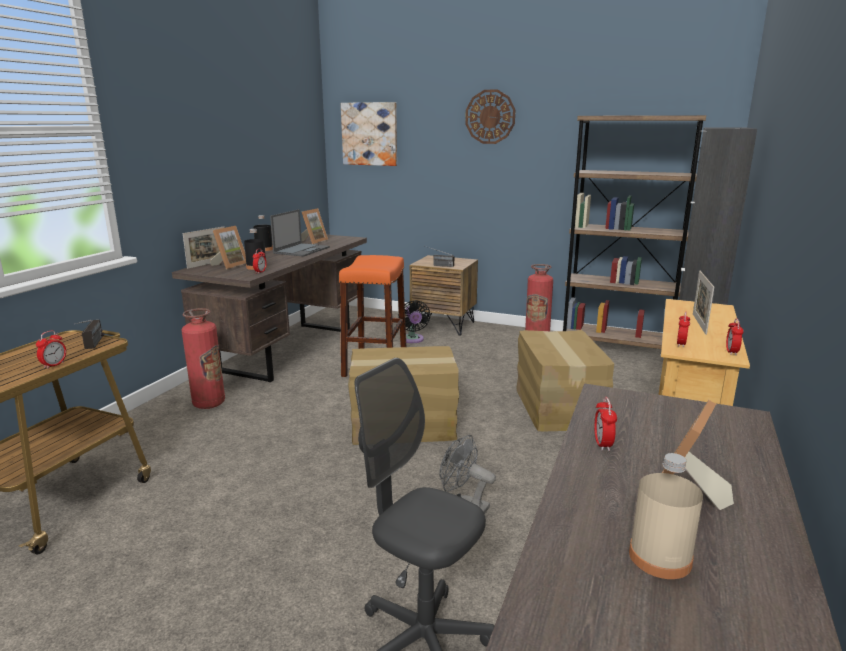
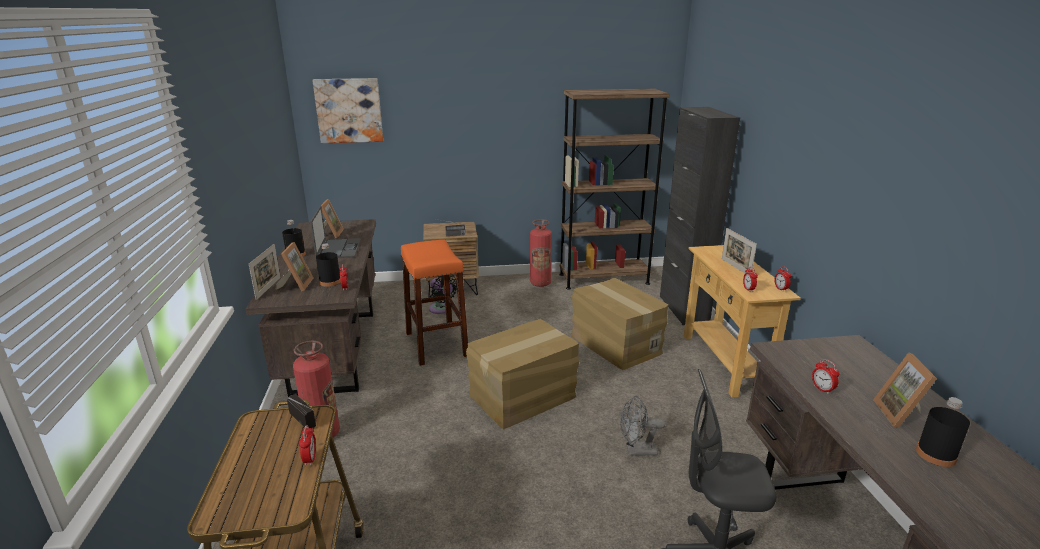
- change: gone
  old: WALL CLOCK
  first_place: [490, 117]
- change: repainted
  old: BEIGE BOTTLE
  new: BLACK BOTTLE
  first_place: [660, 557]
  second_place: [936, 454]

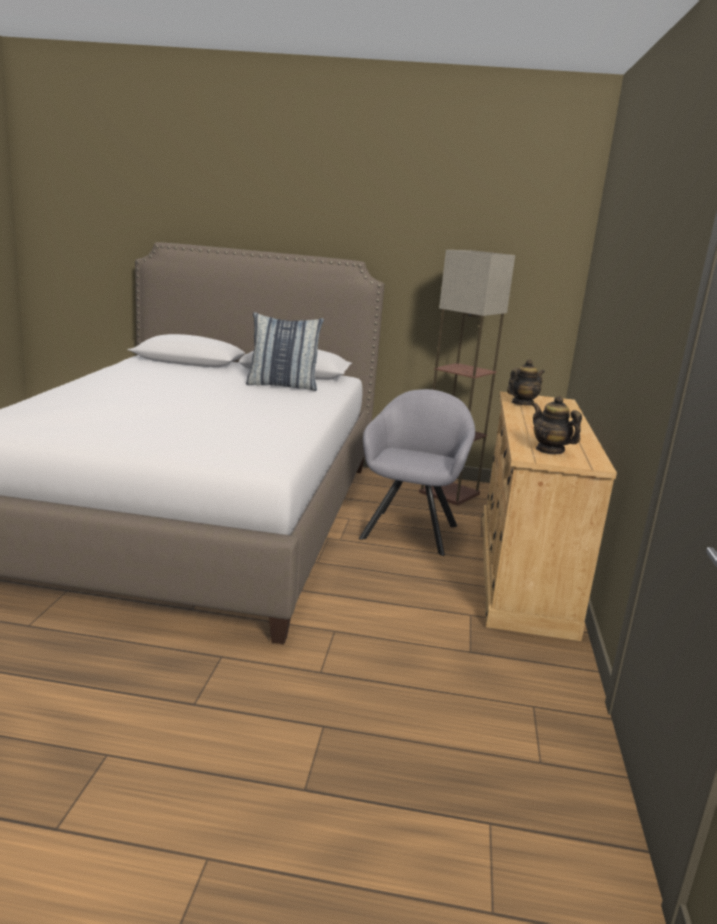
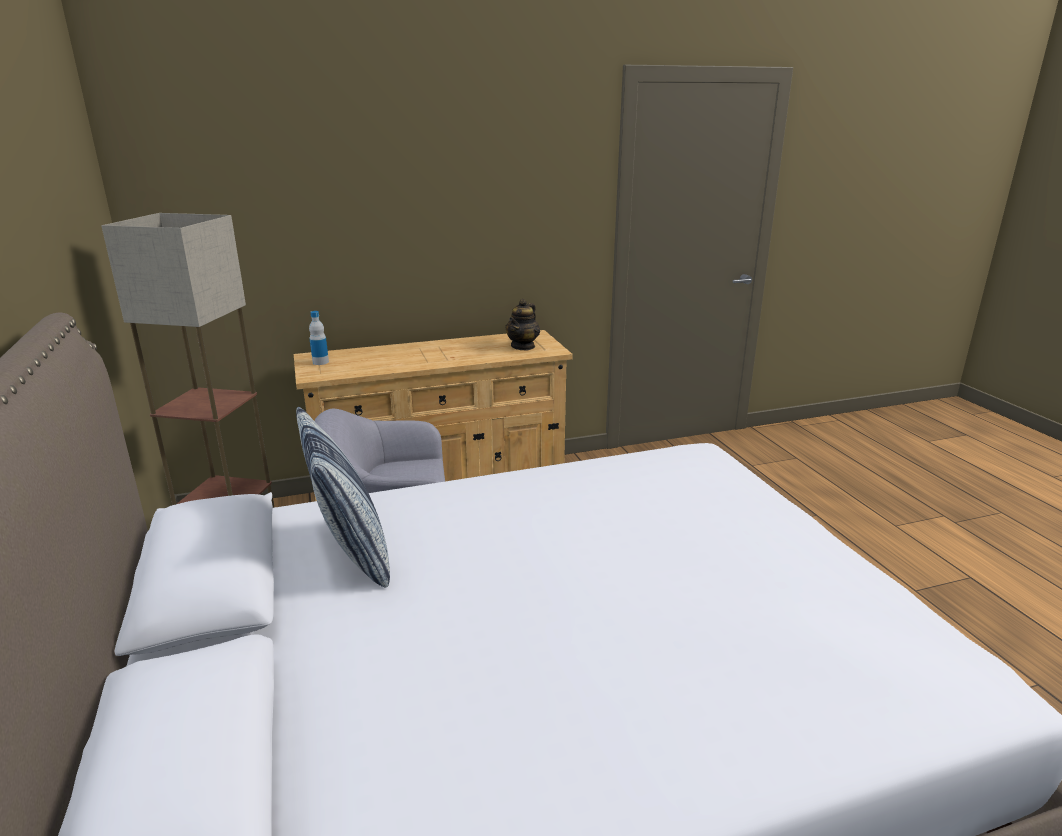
- change: gone
  old: TEAPOT
  first_place: [522, 403]
- change: new
  new: BOTTLE
  second_place: [320, 362]

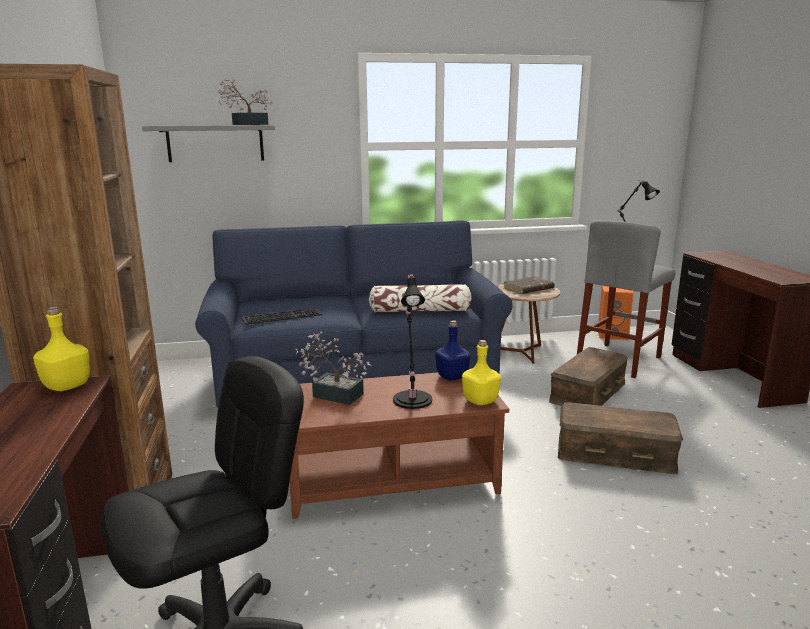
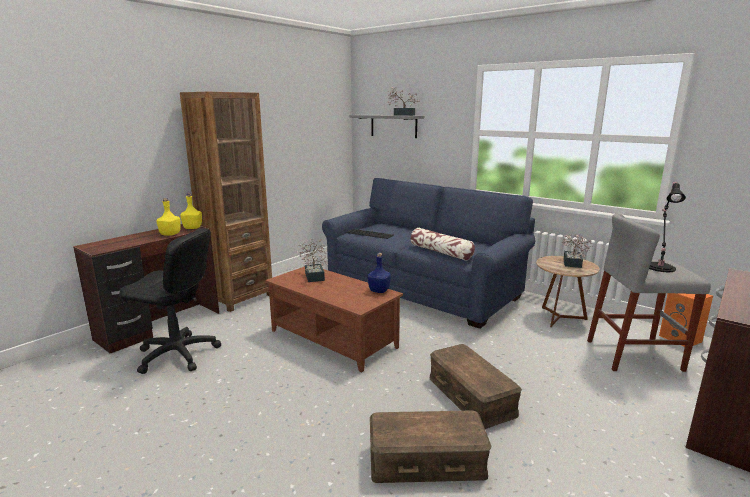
- change: gone
  old: BLACK TABLE LAMP
  first_place: [412, 398]
- change: shifted
  old: YELLOW BOTTLE
  first_place: [480, 401]
  second_place: [170, 234]
- change: swapped
  old: BROWN BOOK
  new: POTTED PLANT
  first_place: [528, 288]
  second_place: [572, 264]
- change: shifted
  old: BROWN STORAGE BOX
  first_place: [589, 392]
  second_place: [426, 461]

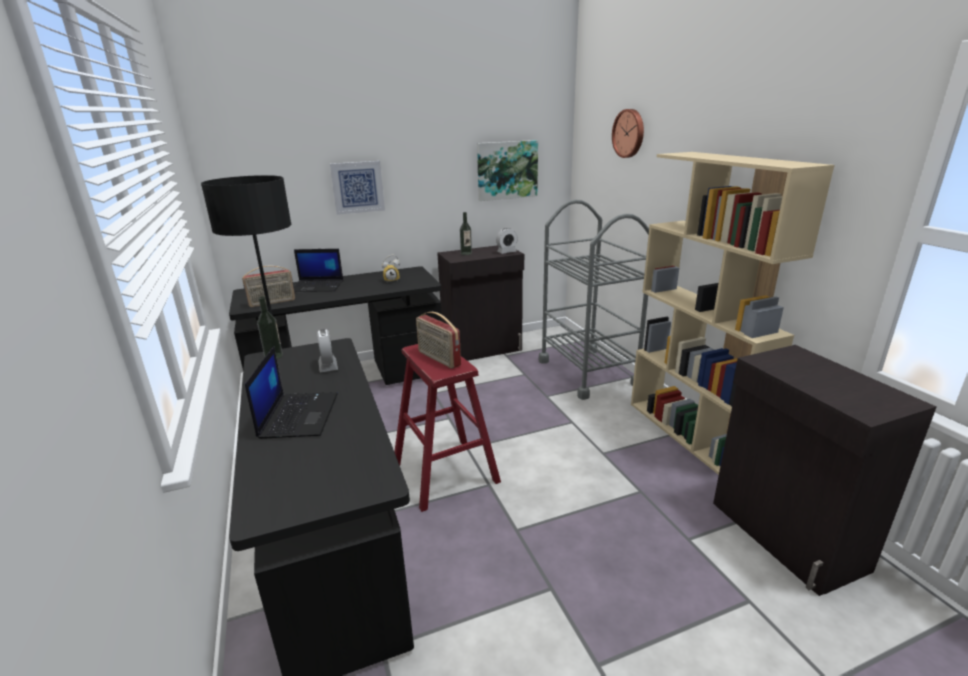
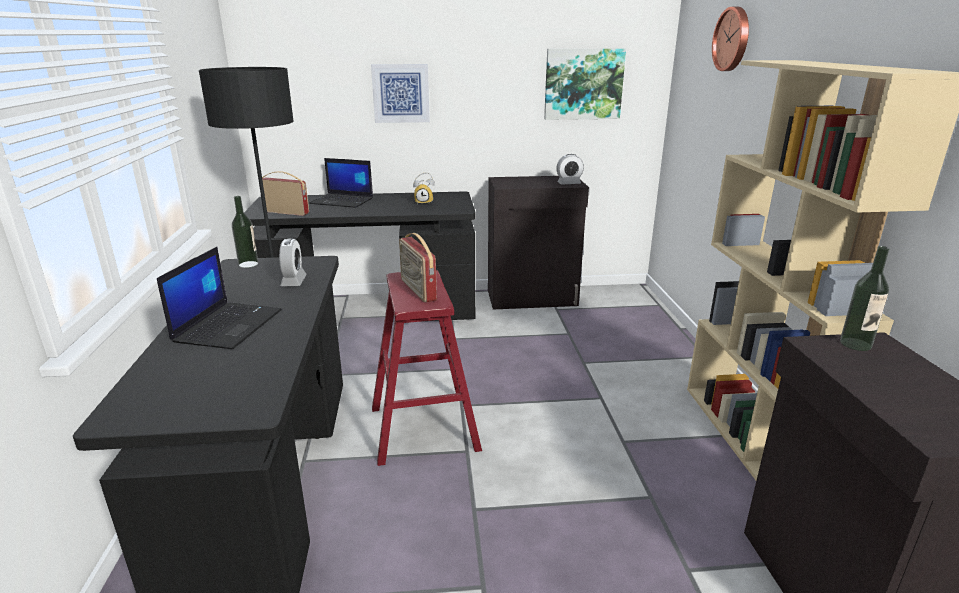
- change: rotated
  old: RADIO
  first_place: [272, 302]
  second_place: [286, 212]
  degrees: -150
- change: shifted
  old: BOTTLE
  first_place: [466, 253]
  second_place: [855, 344]
- change: gone
  old: GREY CART
  first_place: [588, 372]

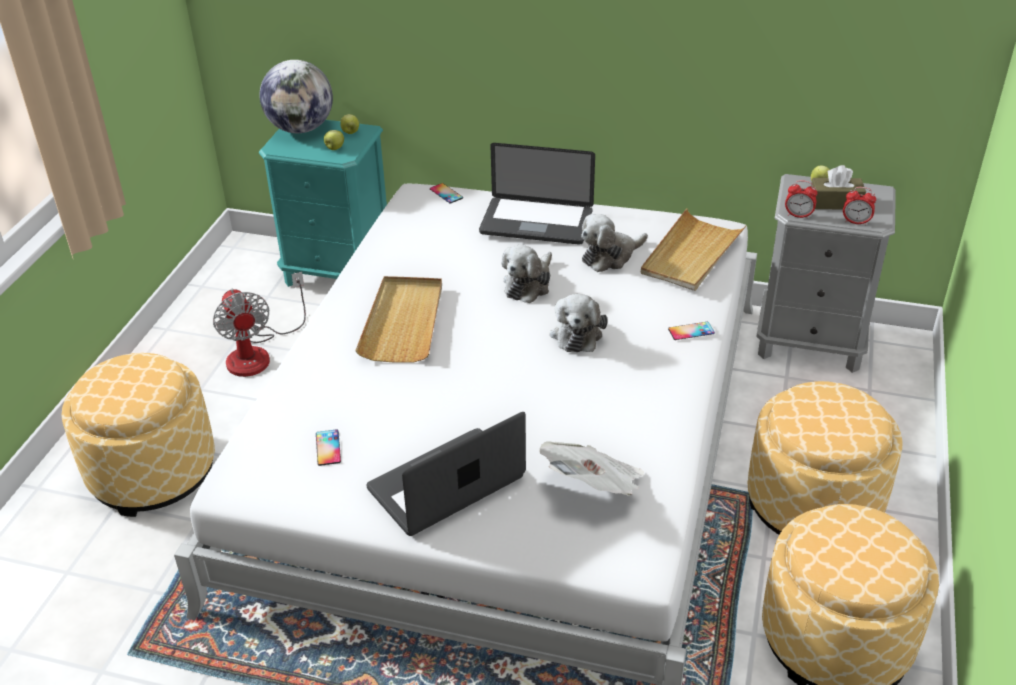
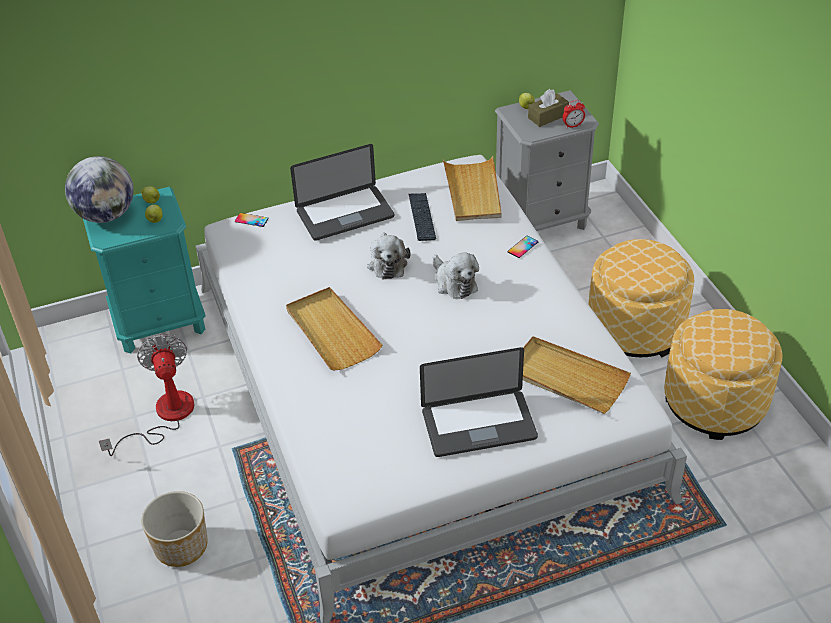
- change: swapped
  old: OTTOMAN
  new: PLANTER
  first_place: [153, 471]
  second_place: [181, 546]
- change: rotated
  old: FAN
  first_place: [258, 352]
  second_place: [164, 416]
  degrees: -135
- change: gone
  old: PHONE
  first_place: [328, 448]
- change: rotated
  old: LAPTOP
  first_place: [446, 484]
  second_place: [479, 425]
  degrees: -120
- change: swapped
  old: NEWSPAPER
  new: BEIGE TRAY
  first_place: [594, 487]
  second_place: [566, 378]
- change: swapped
  old: PLUSH TOY
  new: KEYBOARD
  first_place: [610, 256]
  second_place: [421, 217]
- change: gone
  old: ALARM CLOCK
  first_place: [798, 215]

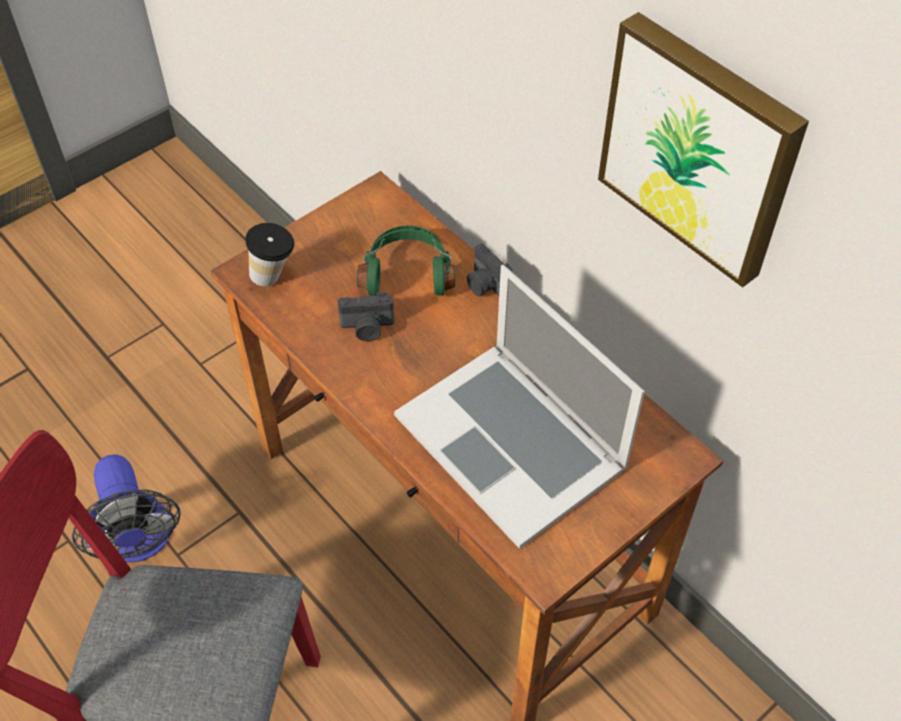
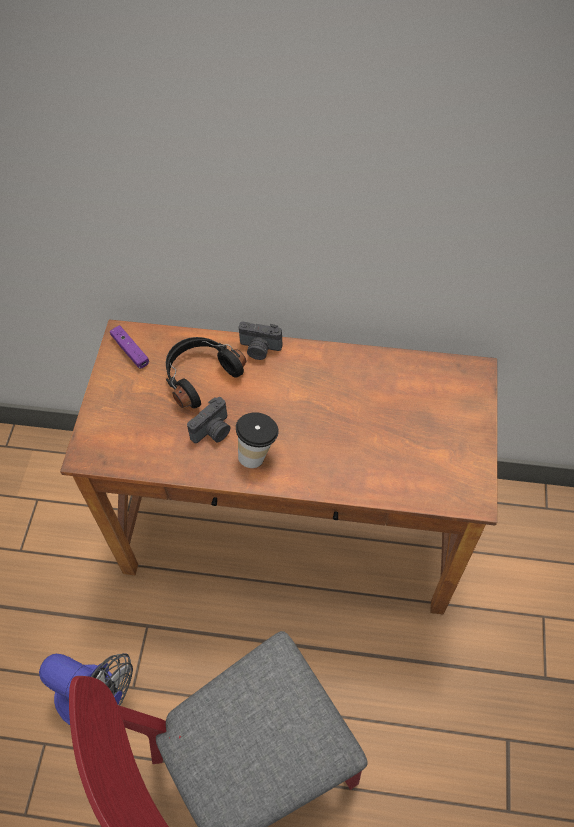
- change: shifted
  old: CUP
  first_place: [274, 277]
  second_place: [258, 454]
- change: repainted
  old: GREEN HEADPHONES
  new: BLACK HEADPHONES
  first_place: [407, 272]
  second_place: [200, 375]
- change: gone
  old: LAPTOP
  first_place: [511, 441]
- change: gone
  old: PICTURE
  first_place: [700, 147]
- change: new
  new: PURPLE GAME CONTROLLER
  second_place: [130, 350]

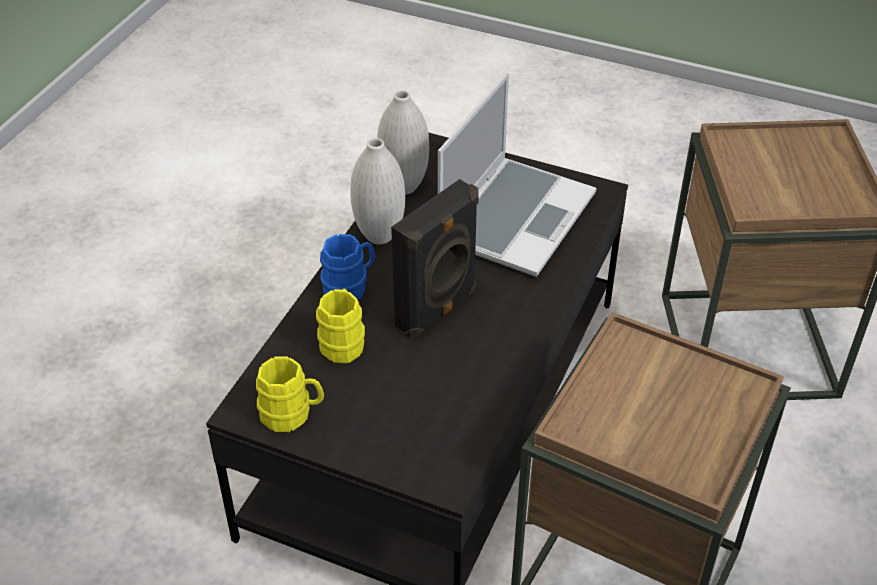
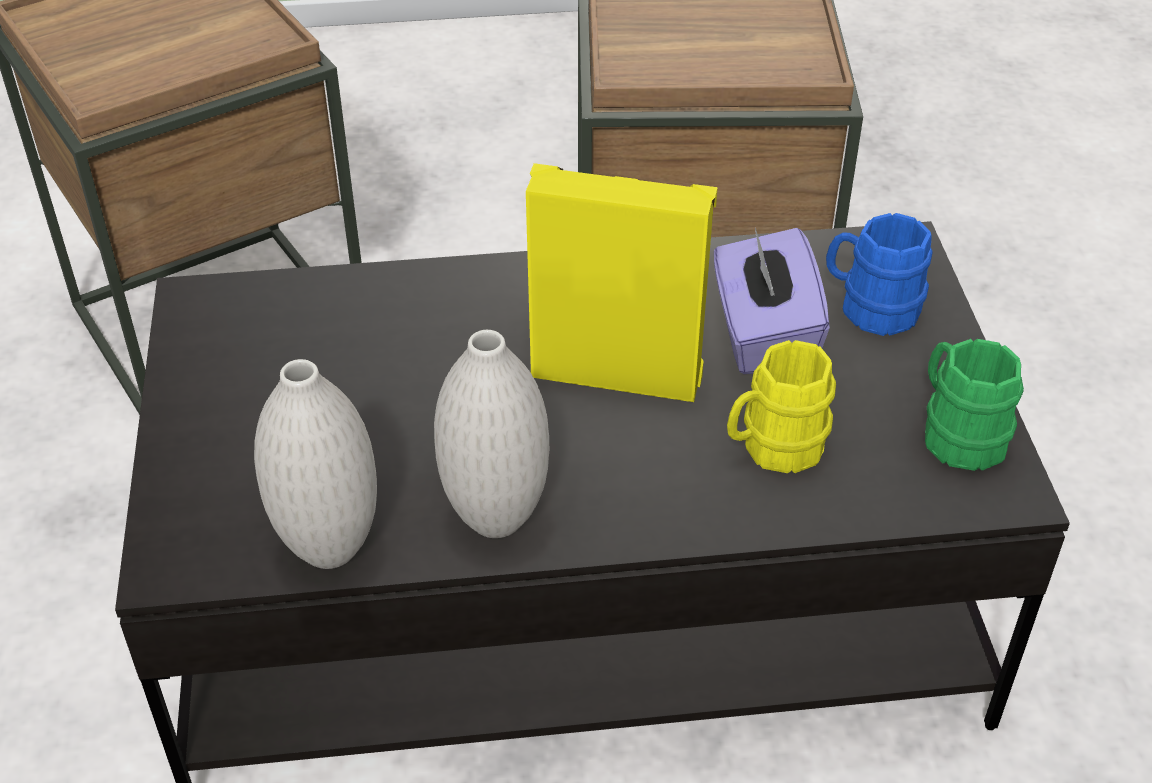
- change: repainted
  old: YELLOW MUG
  new: GREEN MUG
  first_place: [292, 414]
  second_place: [956, 433]
- change: shifted
  old: BLUE MUG
  first_place: [350, 286]
  second_place: [870, 308]
- change: repainted
  old: BLACK SPEAKER
  new: YELLOW SPEAKER
  first_place: [438, 310]
  second_place: [617, 372]
- change: gone
  old: LAPTOP
  first_place: [515, 217]
- change: new
  new: PURPLE TISSUE BOX
  second_place: [763, 335]

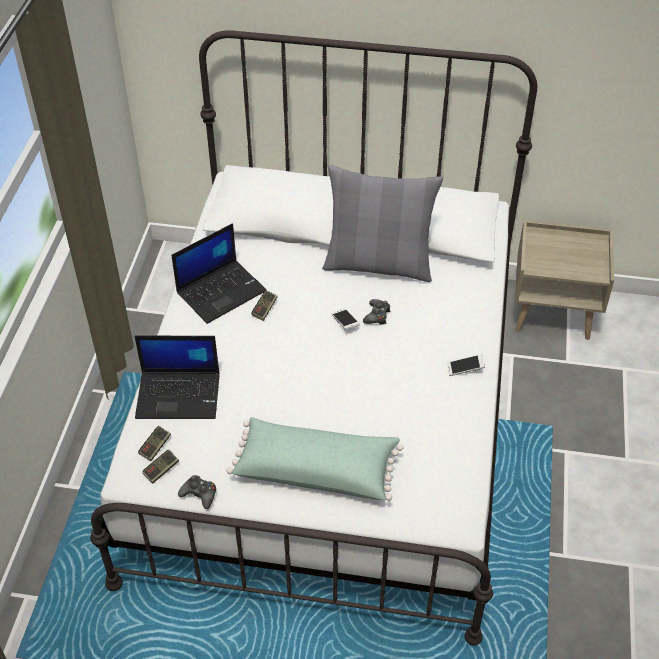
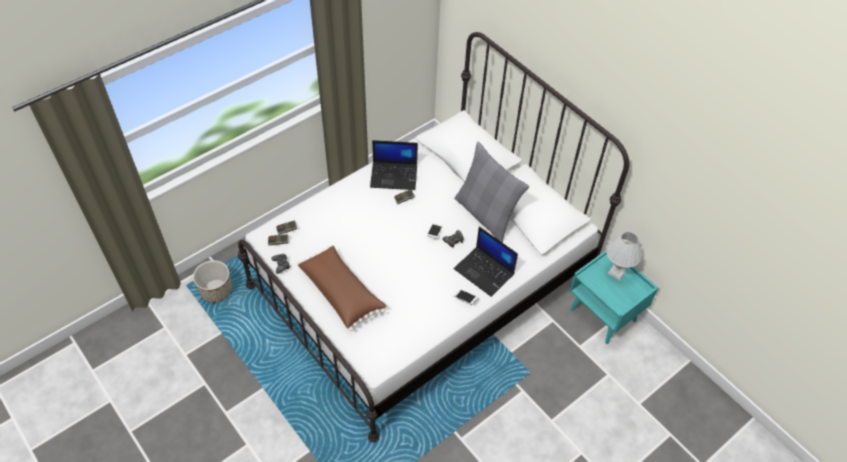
- change: shifted
  old: LAPTOP
  first_place: [179, 394]
  second_place: [485, 271]
- change: repainted
  old: GREEN PILLOW
  new: BROWN PILLOW
  first_place: [316, 469]
  second_place: [341, 292]
- change: repainted
  old: BEIGE NIGHTSTAND
  new: TURQUOISE NIGHTSTAND
  first_place: [554, 313]
  second_place: [603, 315]
- change: new
  new: PLANTER
  second_place: [216, 291]
- change: new
  new: WHITE TABLE LAMP
  second_place: [616, 273]

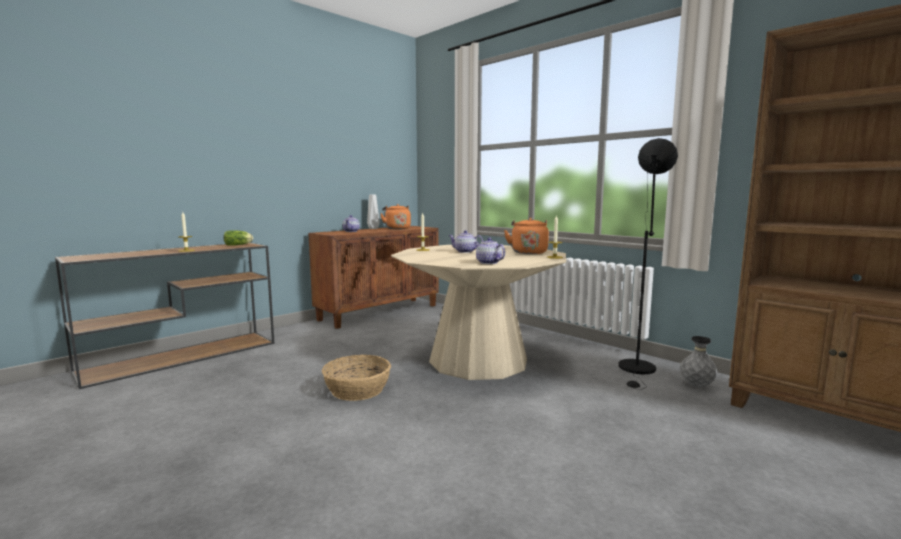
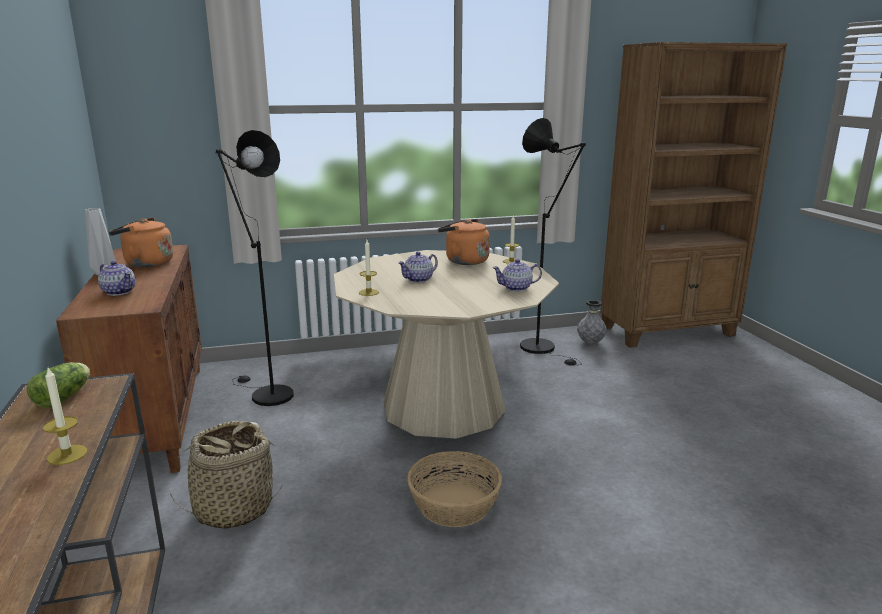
- change: new
  new: BASKET
  second_place: [233, 509]
- change: new
  new: BLACK FLOOR LAMP
  second_place: [266, 394]

